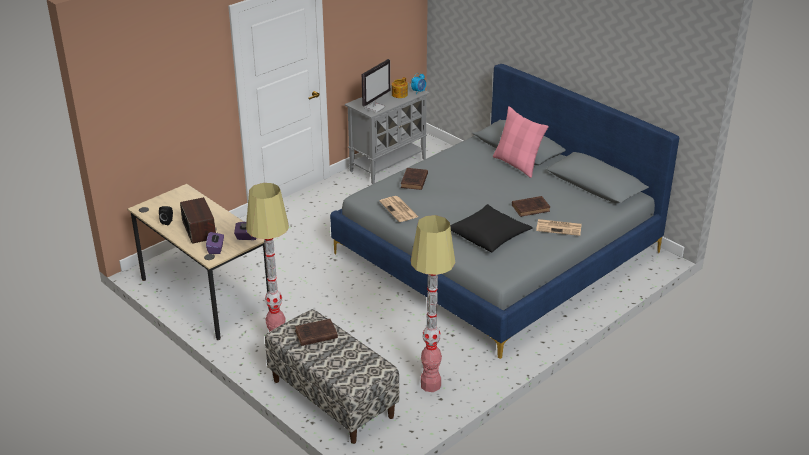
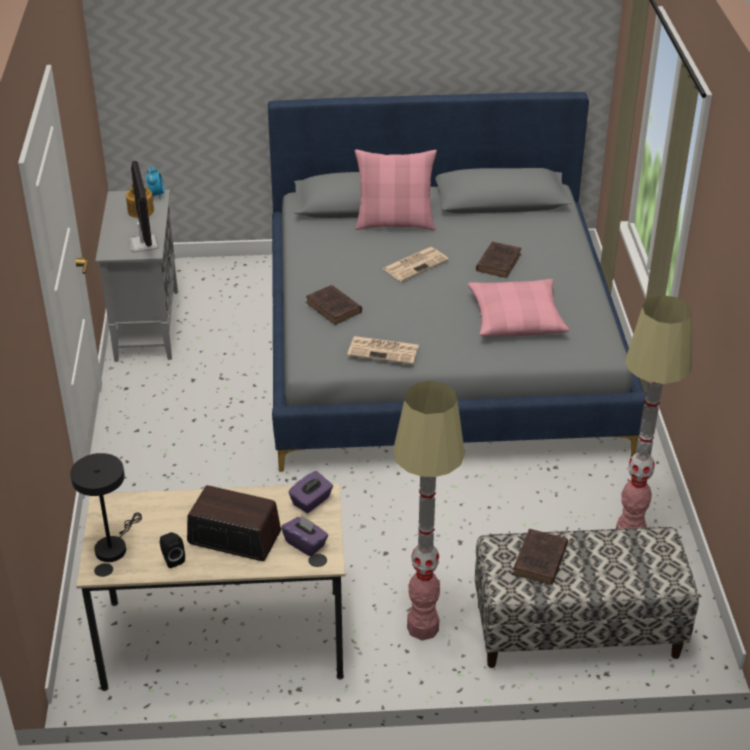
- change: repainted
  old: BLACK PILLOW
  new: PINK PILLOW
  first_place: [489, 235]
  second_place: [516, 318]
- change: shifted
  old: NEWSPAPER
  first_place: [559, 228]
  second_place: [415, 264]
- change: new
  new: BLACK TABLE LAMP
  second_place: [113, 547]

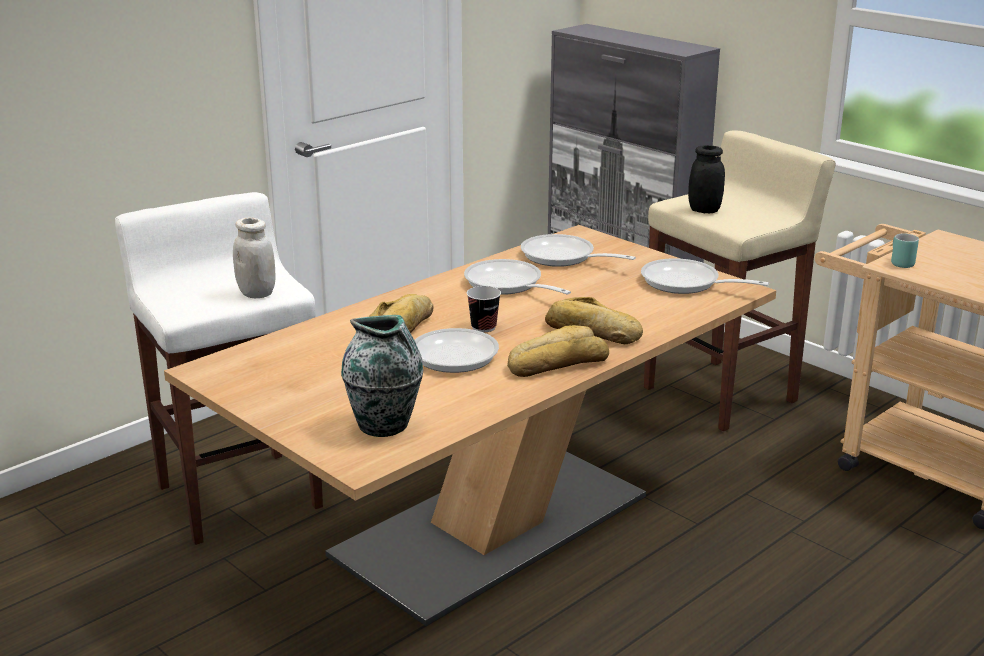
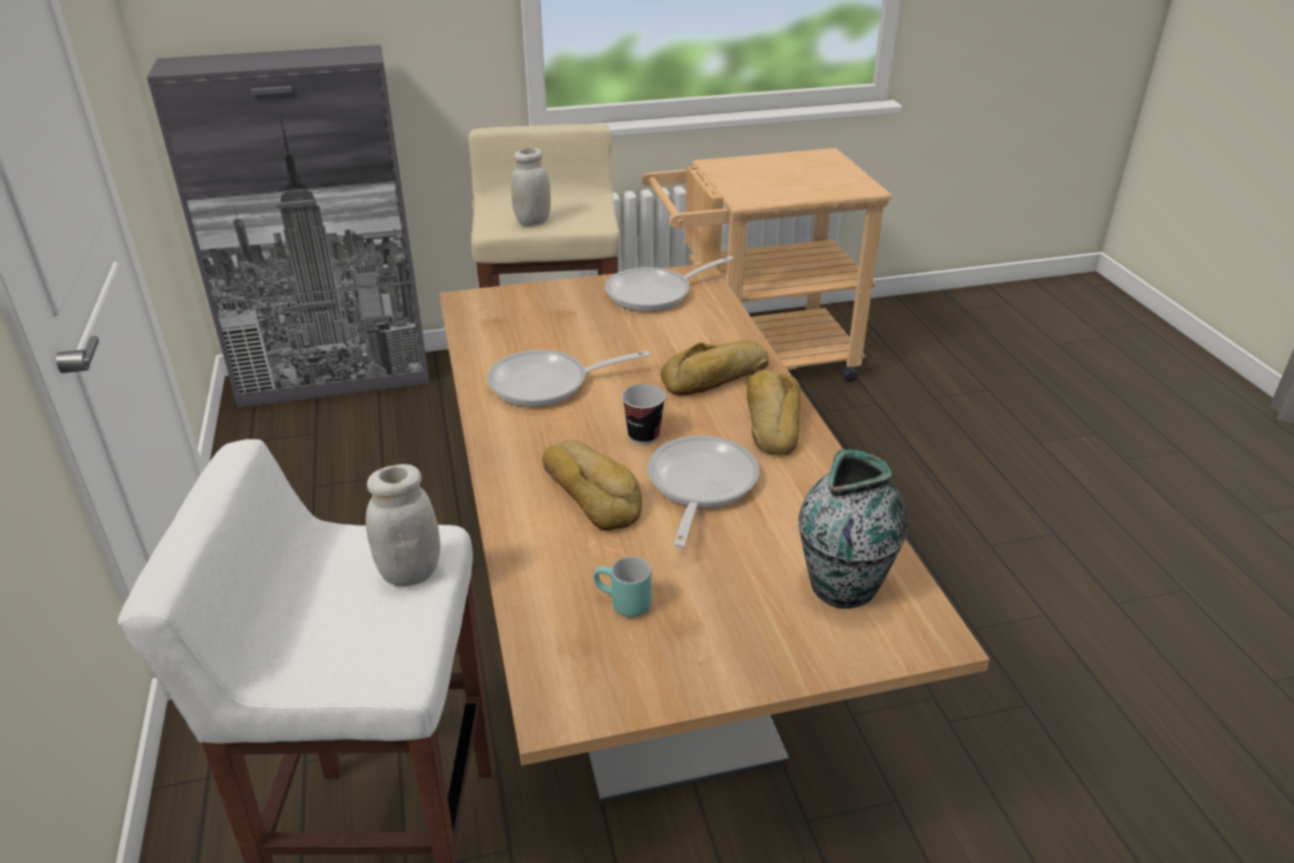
- change: gone
  old: FRYING PAN
  first_place: [563, 257]
- change: repainted
  old: BLACK JAR
  new: WHITE JAR
  first_place: [704, 210]
  second_place: [533, 222]
- change: shifted
  old: TURQUOISE MUG
  first_place: [898, 262]
  second_place: [622, 605]

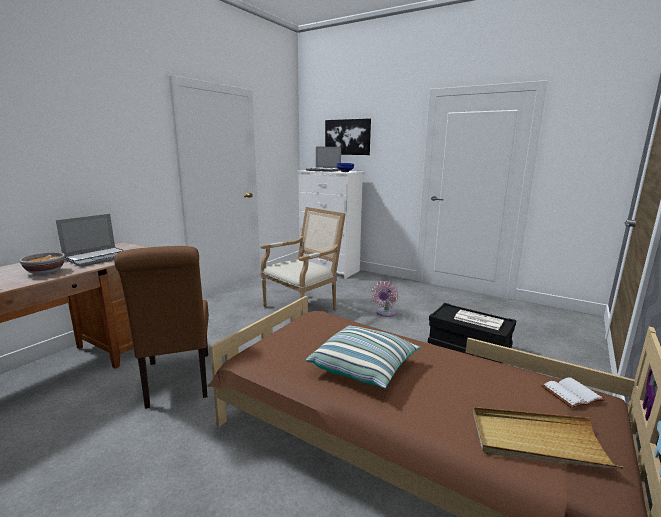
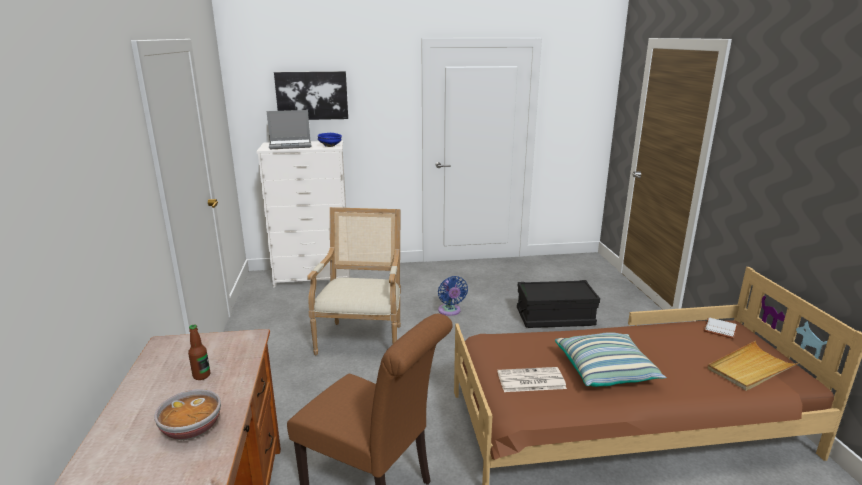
- change: swapped
  old: LAPTOP
  new: BOTTLE
  first_place: [99, 258]
  second_place: [201, 376]
- change: repainted
  old: PINK FAN
  new: BLUE FAN
  first_place: [385, 313]
  second_place: [450, 311]
- change: shifted
  old: NEWSPAPER
  first_place: [477, 320]
  second_place: [530, 380]

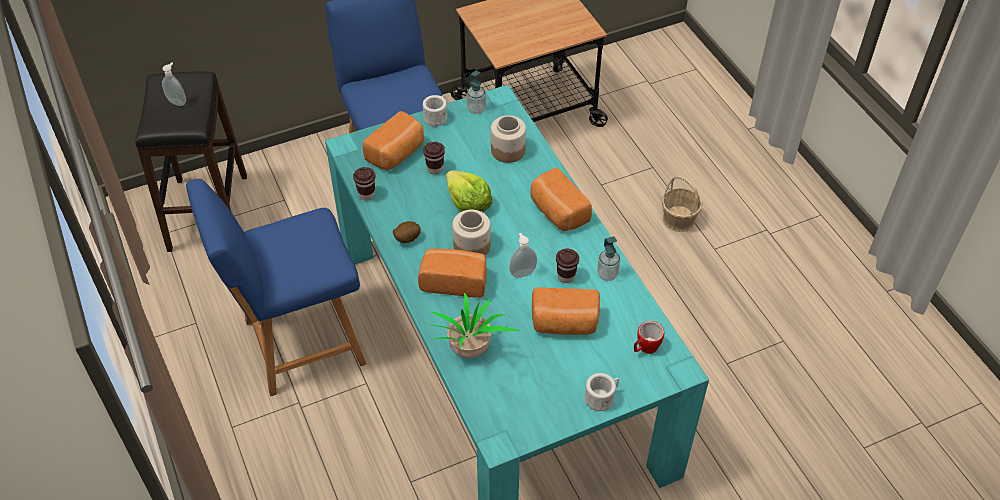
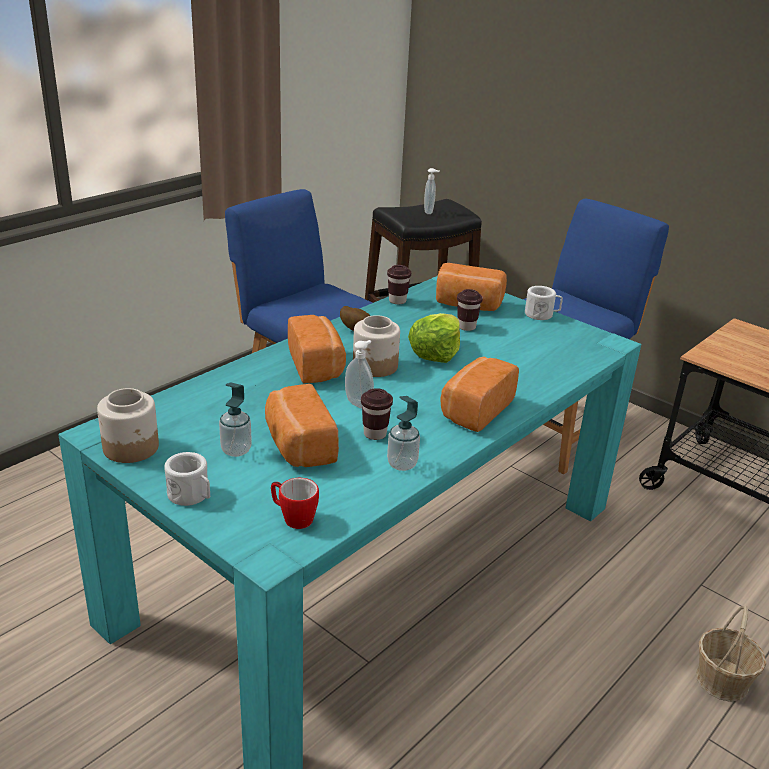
- change: gone
  old: POTTED PLANT
  first_place: [469, 352]
- change: shifted
  old: SOAP DISPENSER
  first_place: [476, 109]
  second_place: [236, 450]
- change: shifted
  old: JAR
  first_place: [508, 150]
  second_place: [131, 448]

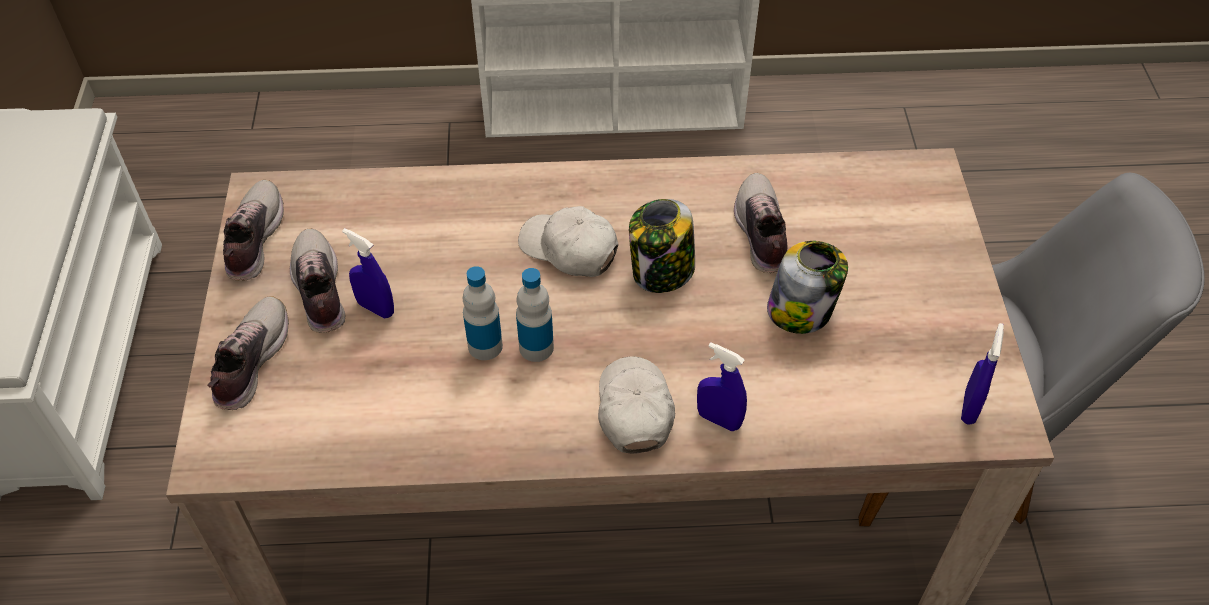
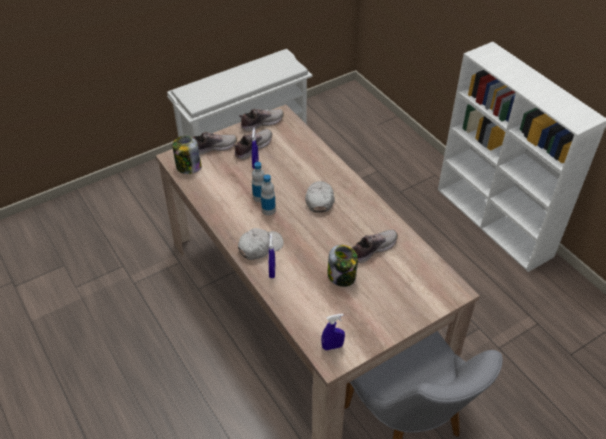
- change: shifted
  old: JAR
  first_place: [662, 272]
  second_place: [188, 167]

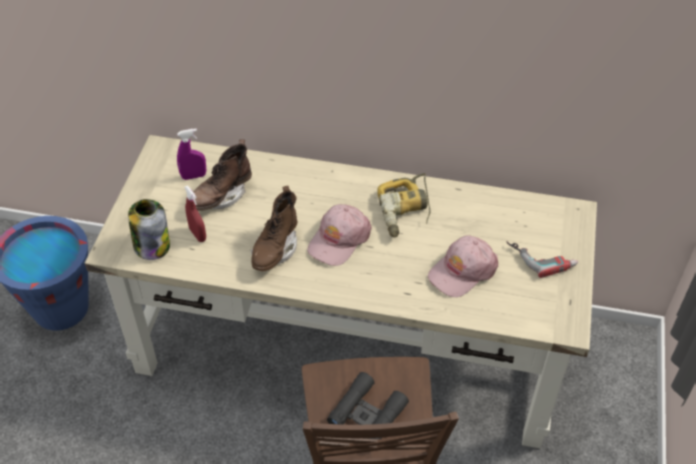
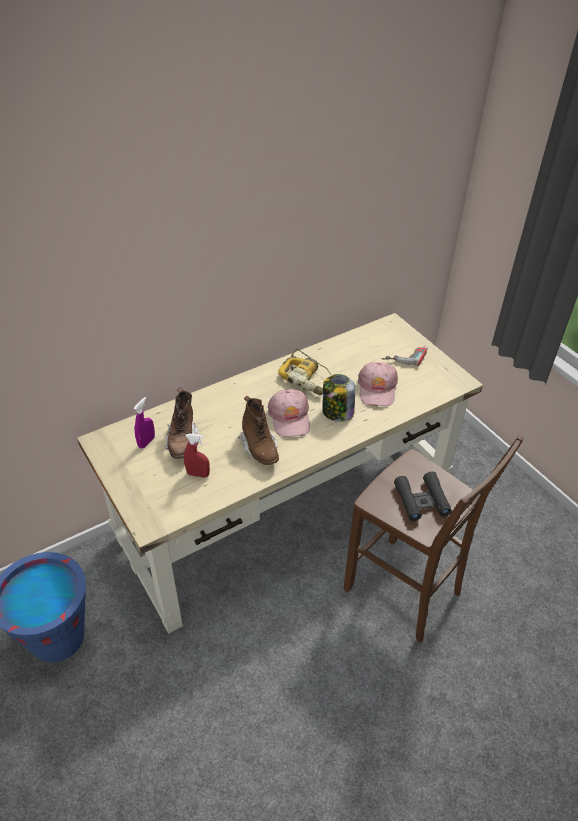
- change: shifted
  old: JAR
  first_place: [152, 245]
  second_place: [337, 412]

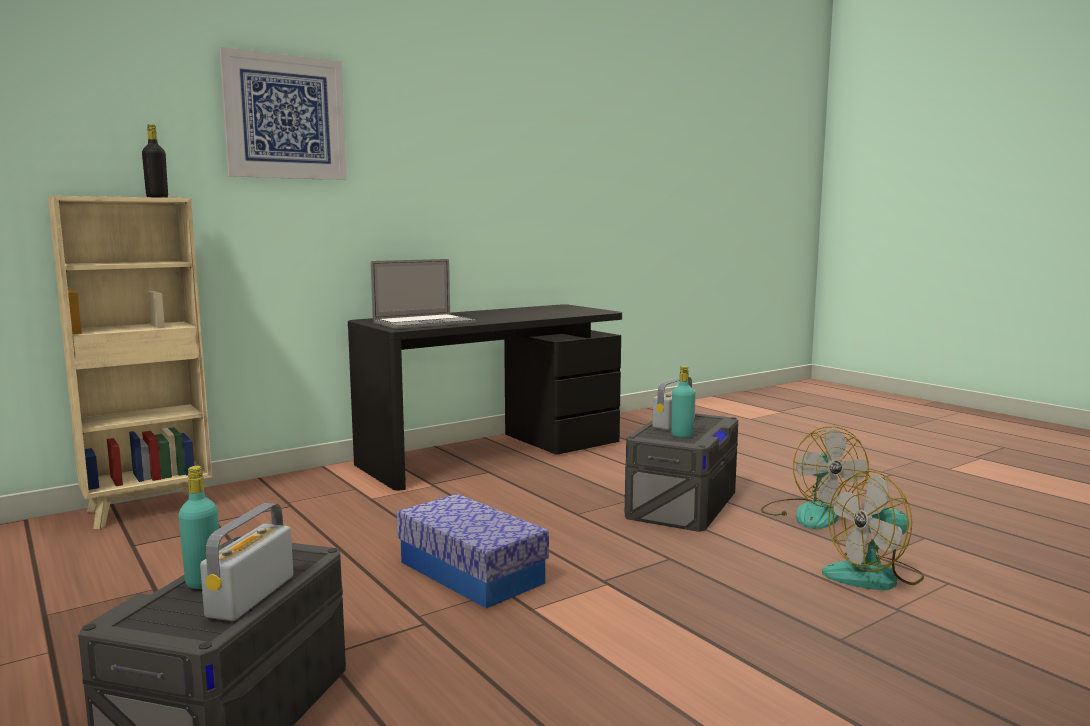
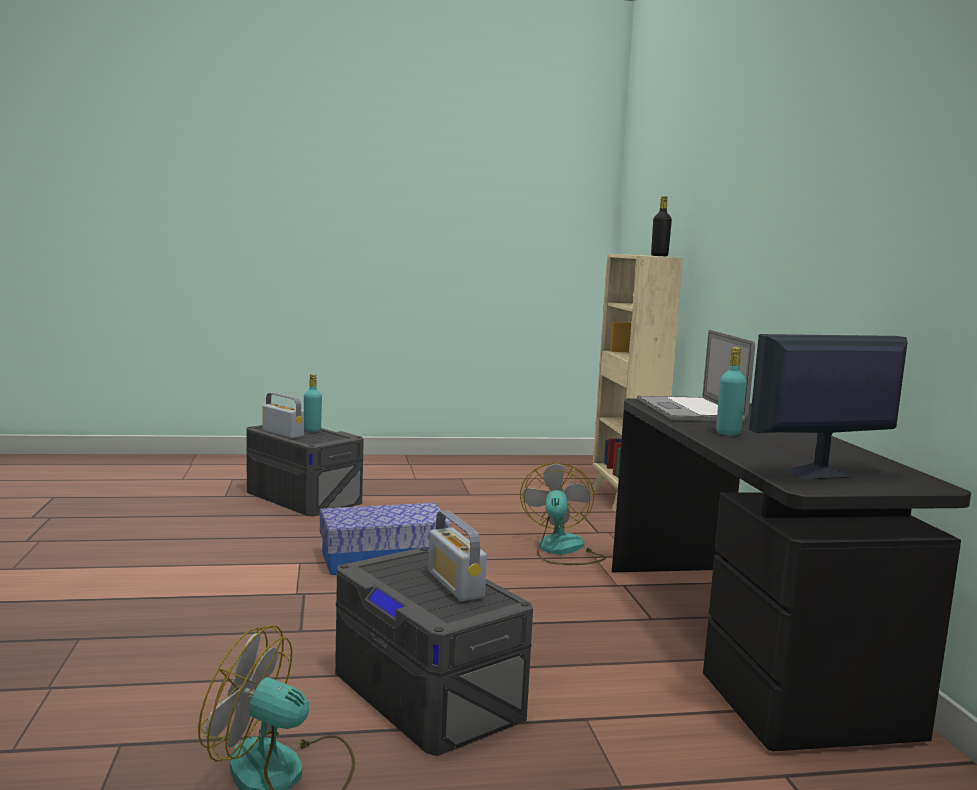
- change: gone
  old: PICTURE
  first_place: [285, 117]
- change: shifted
  old: TURQUOISE BOTTLE
  first_place: [682, 436]
  second_place: [728, 433]
- change: shifted
  old: FAN
  first_place: [874, 576]
  second_place: [561, 550]
- change: new
  new: MONITOR
  second_place: [818, 473]

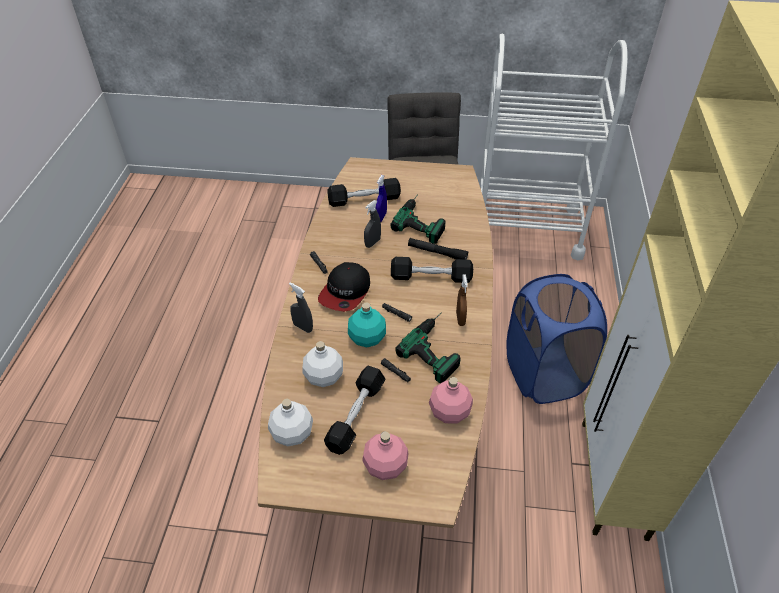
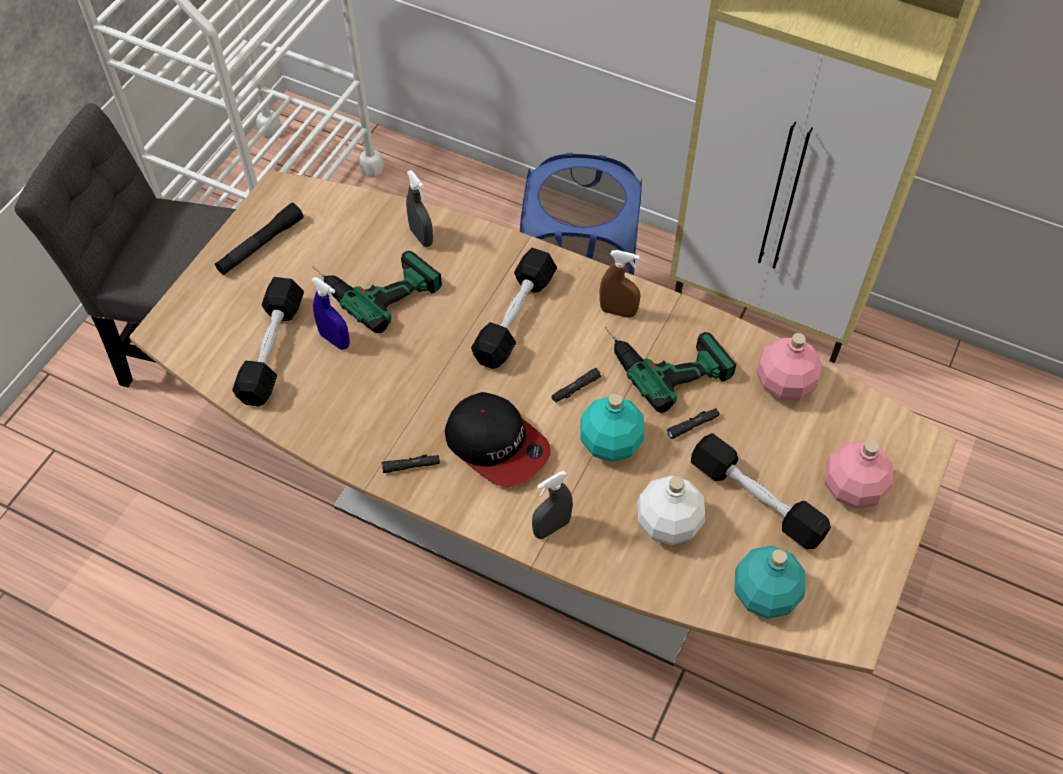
- change: repainted
  old: WHITE BOTTLE
  new: TURQUOISE BOTTLE
  first_place: [293, 433]
  second_place: [765, 593]
- change: shifted
  old: GREY SPRAY BOTTLE
  first_place: [372, 243]
  second_place: [421, 237]
- change: shifted
  old: BLACK FLASHLIGHT
  first_place: [437, 253]
  second_place: [260, 245]

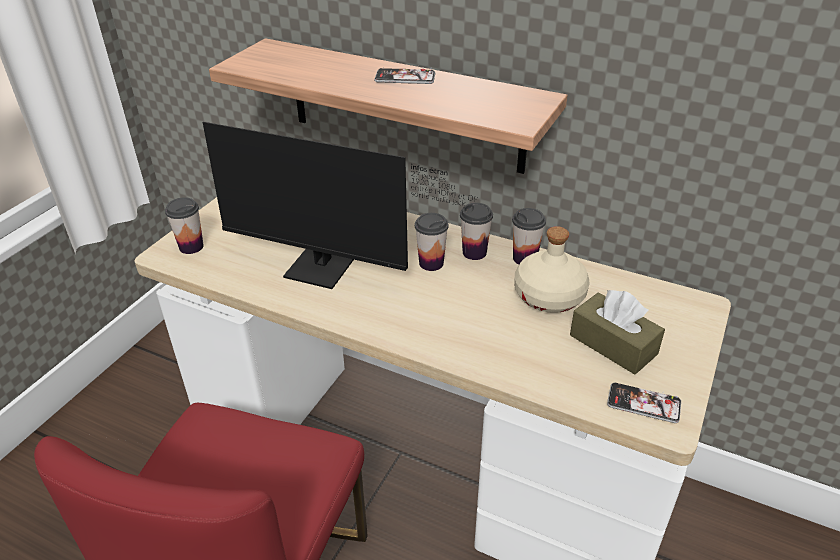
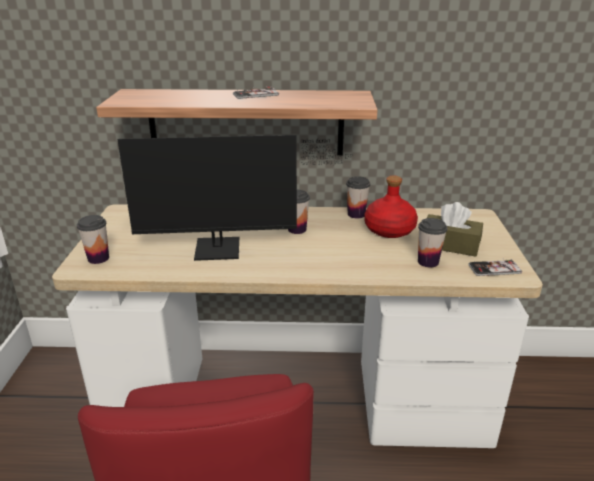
- change: shifted
  old: CUP
  first_place: [474, 252]
  second_place: [428, 262]
- change: repainted
  old: BEIGE BOTTLE
  new: RED BOTTLE
  first_place: [548, 296]
  second_place: [389, 230]

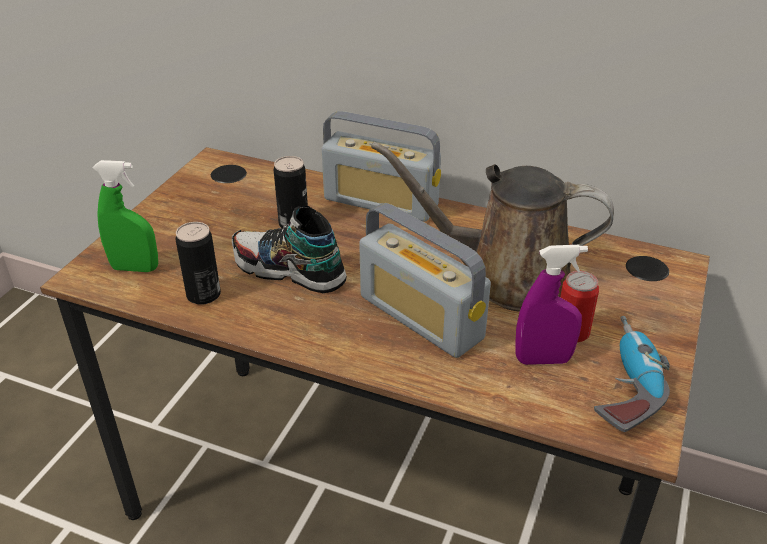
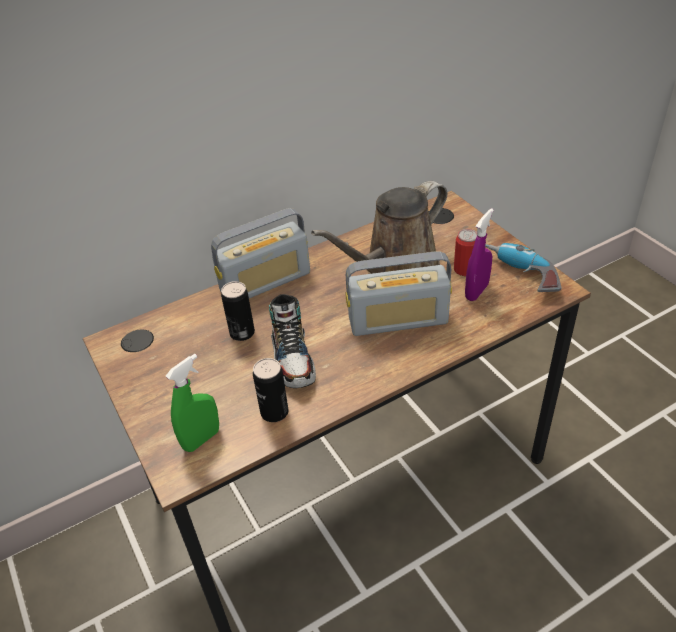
- change: rotated
  old: SHOE
  first_place: [289, 271]
  second_place: [293, 358]
  degrees: -75

